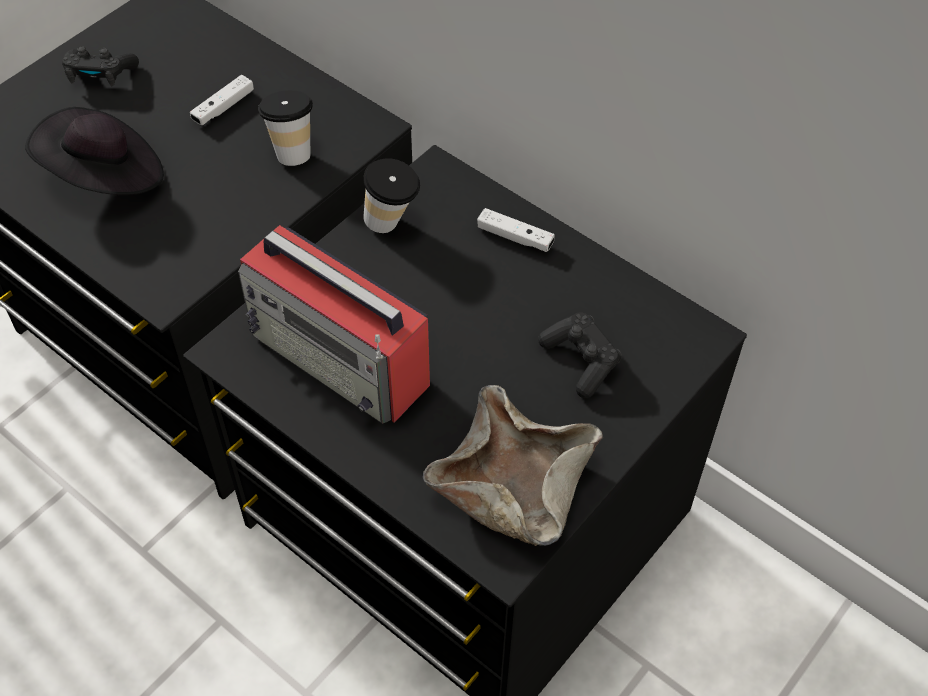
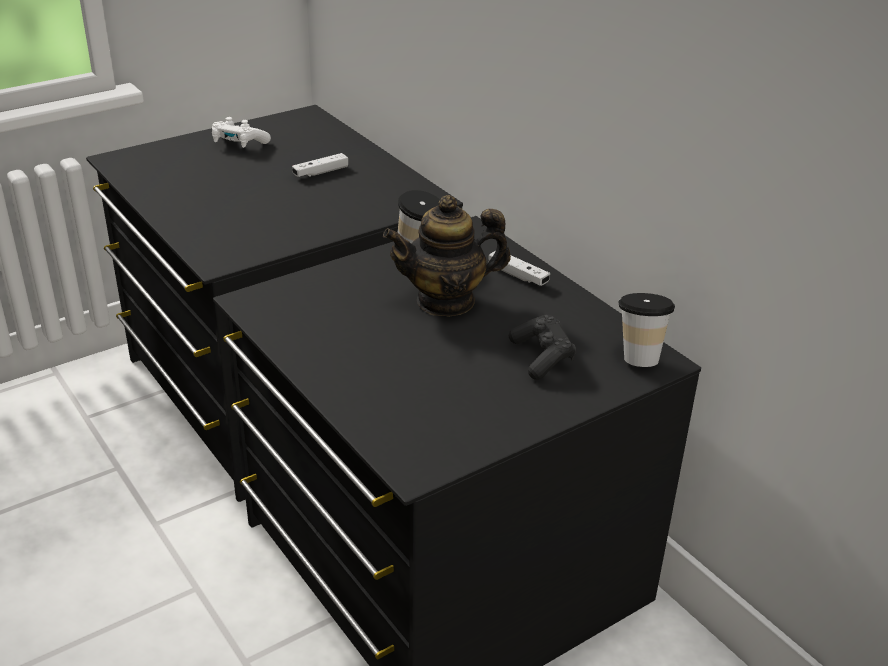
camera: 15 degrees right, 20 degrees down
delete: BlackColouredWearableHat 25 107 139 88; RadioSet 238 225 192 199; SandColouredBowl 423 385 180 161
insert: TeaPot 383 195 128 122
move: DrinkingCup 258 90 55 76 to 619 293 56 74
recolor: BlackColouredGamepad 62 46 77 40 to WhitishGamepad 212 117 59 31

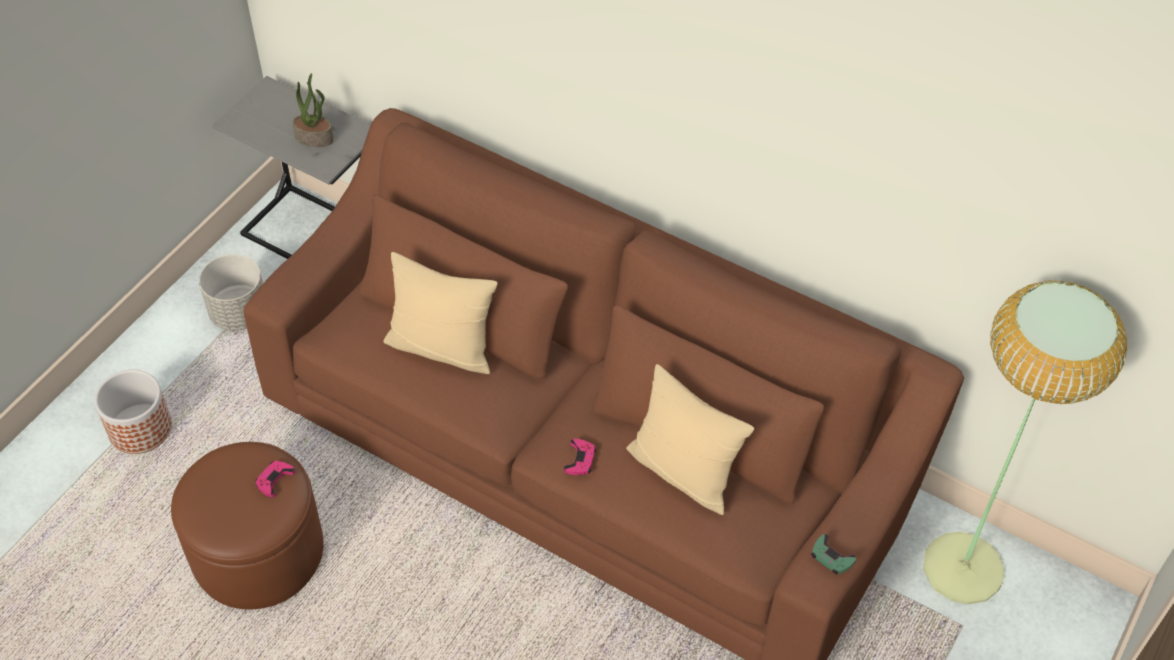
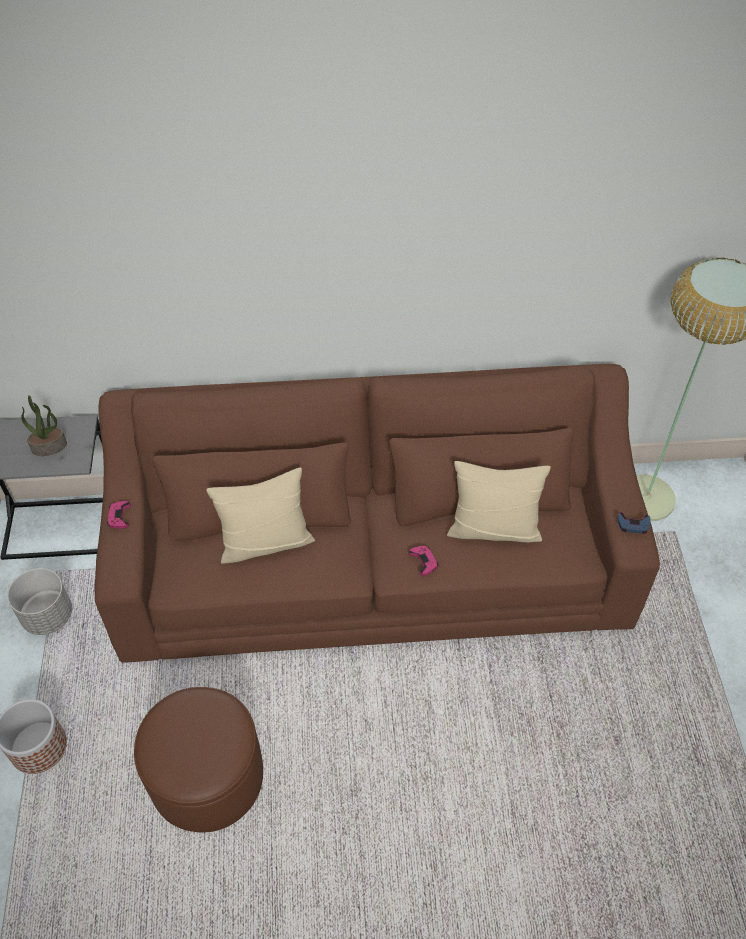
camera: 35 degrees left, 0 degrees up
move: PinkColouredGamepad 255 461 40 37 to 107 501 24 28
recolor: GreenColouredGamepad 811 534 45 40 to BlueGamepad 618 512 33 22

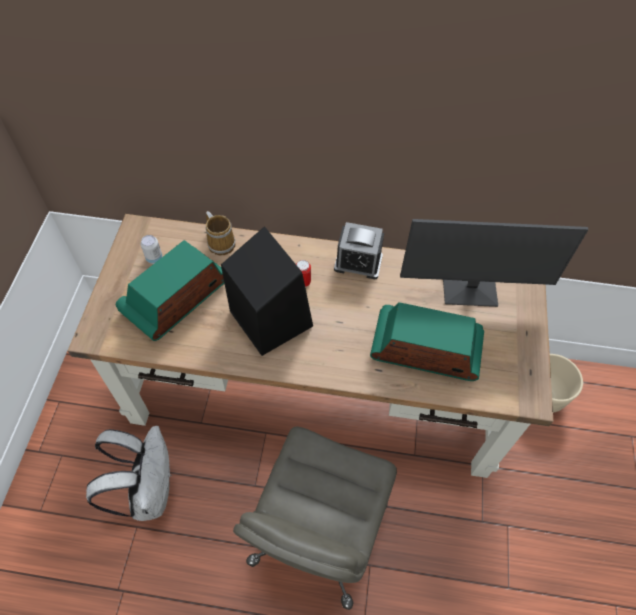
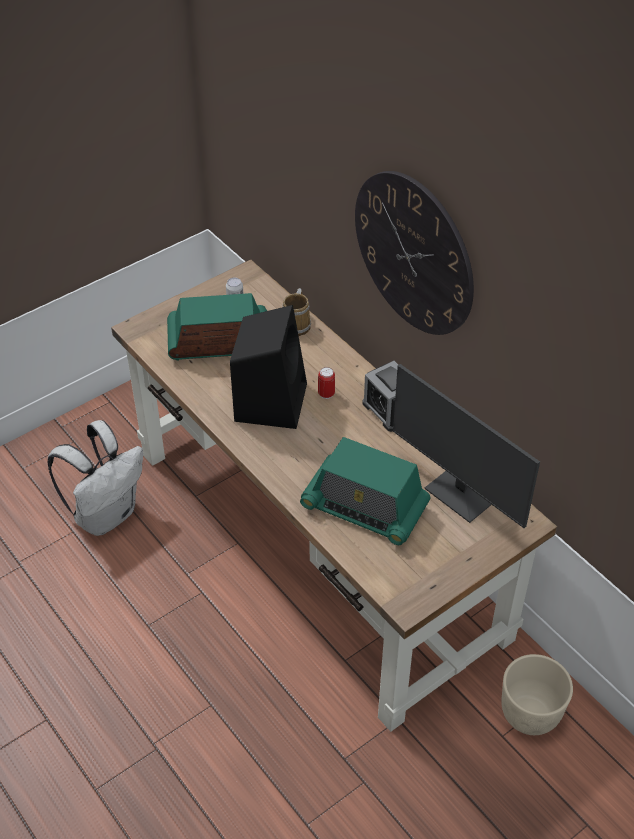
camera: 45 degrees right, 10 degrees down
delete: GreyDeskChair 233 426 164 184
insert: WallClock 355 171 119 164
rotate: RadioSet 370 302 114 79 = 300 437 130 108 150 degrees clockwise

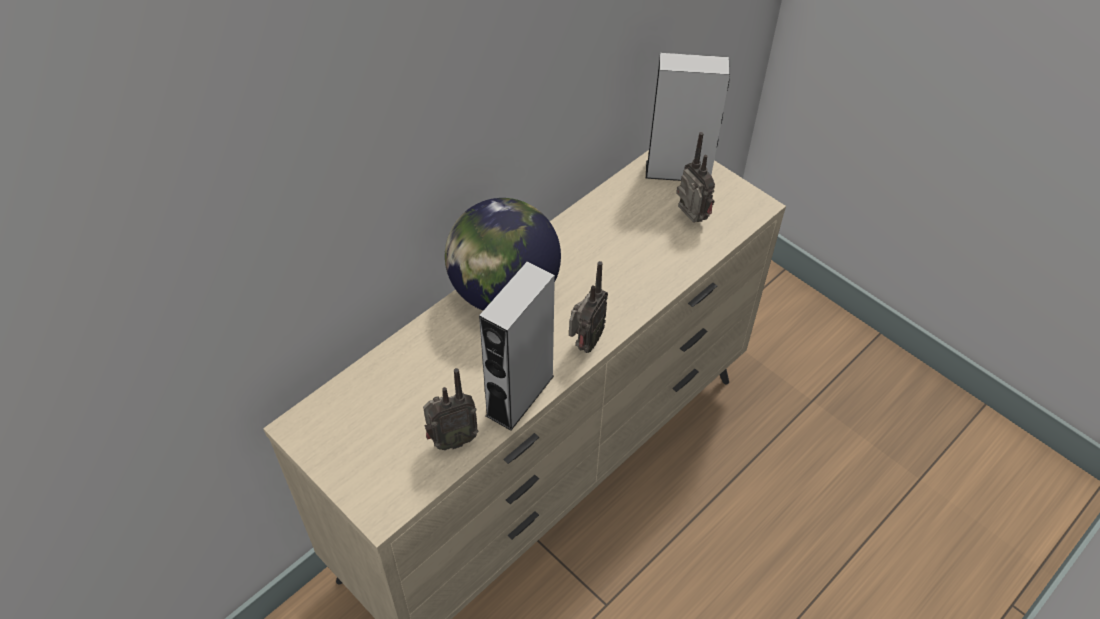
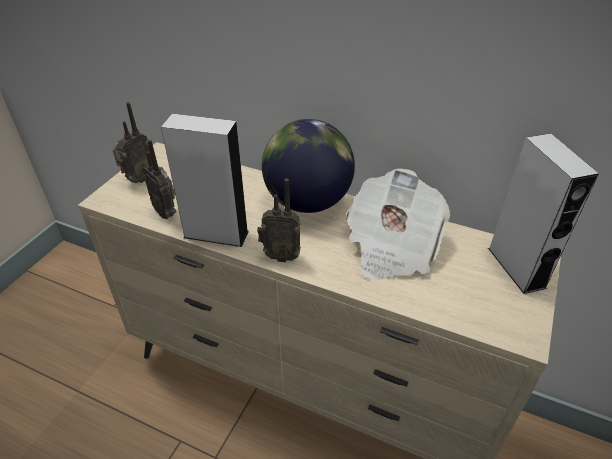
camera: 70 degrees right, 10 degrees down
insert: Newspaper 346 168 104 112
move: RadioSet 676 132 39 91 to 113 102 37 81

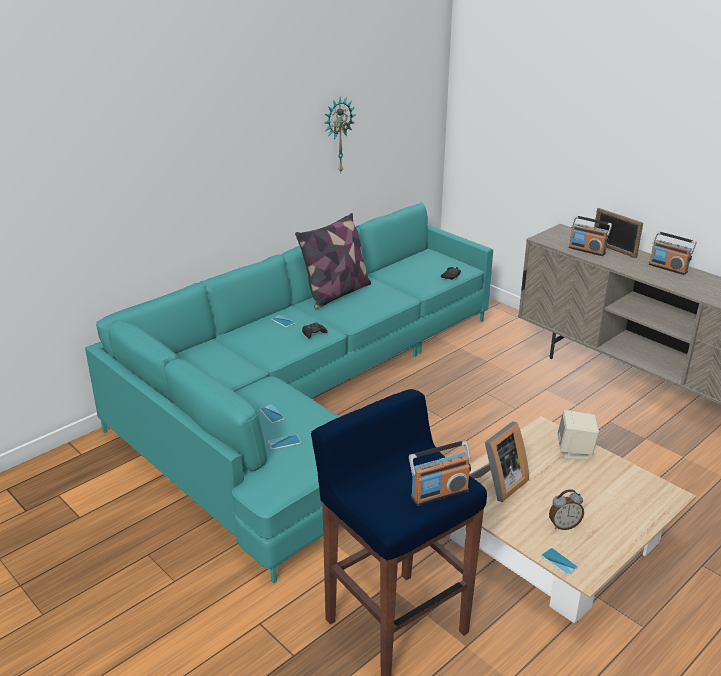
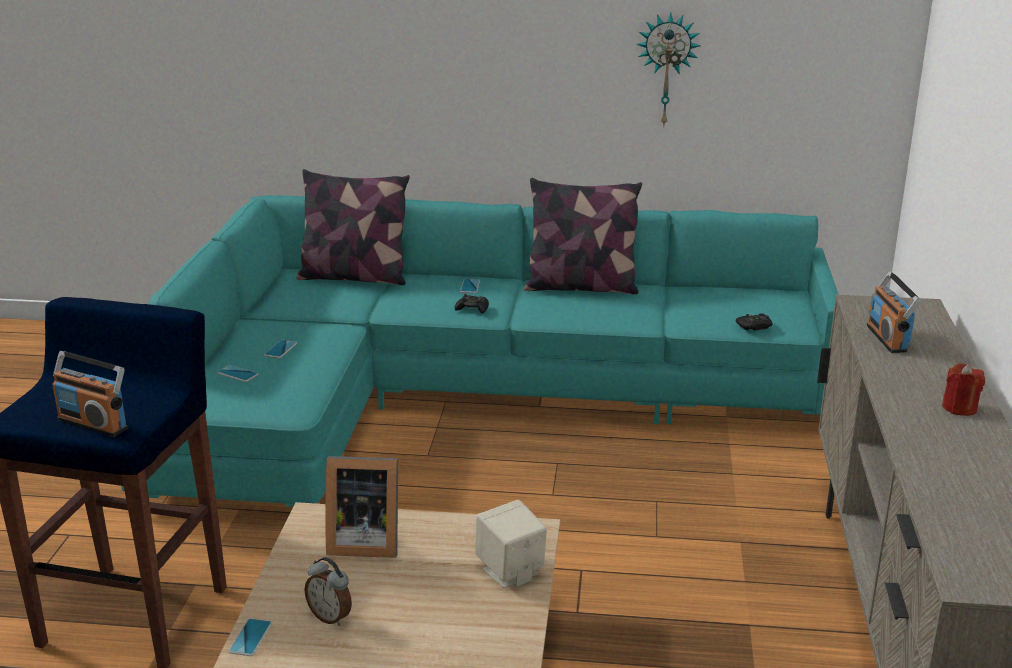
camera: 50 degrees right, 5 degrees down
delete: StandingFrame 594 208 49 50
insert: Cushion 296 169 114 116
replace: RadioSet 649 231 48 44 to RedCandle 942 363 43 53

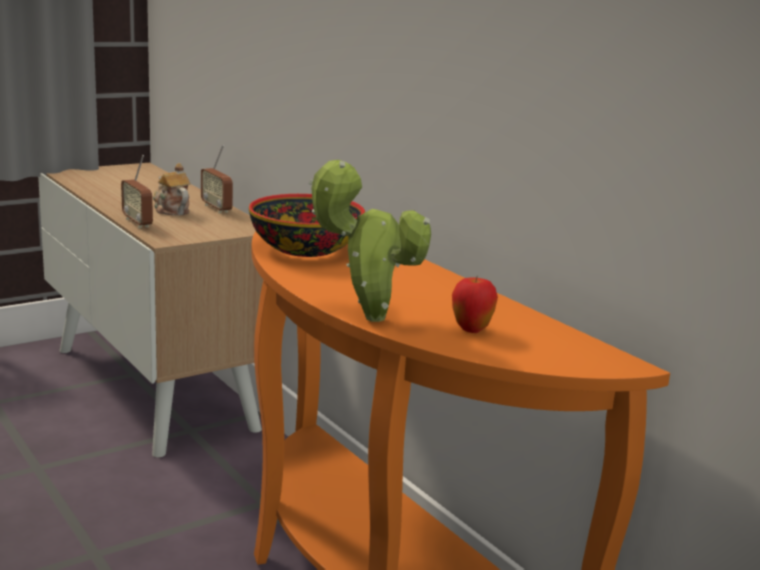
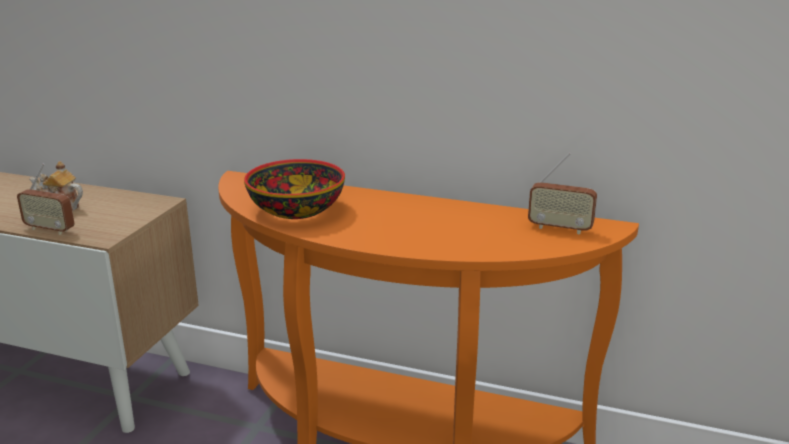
camera: 35 degrees left, 5 degrees up
delete: PlantInAPot 309 160 122 162; Apple 452 276 46 57
move: RadioSet 201 145 32 69 to 528 153 69 81

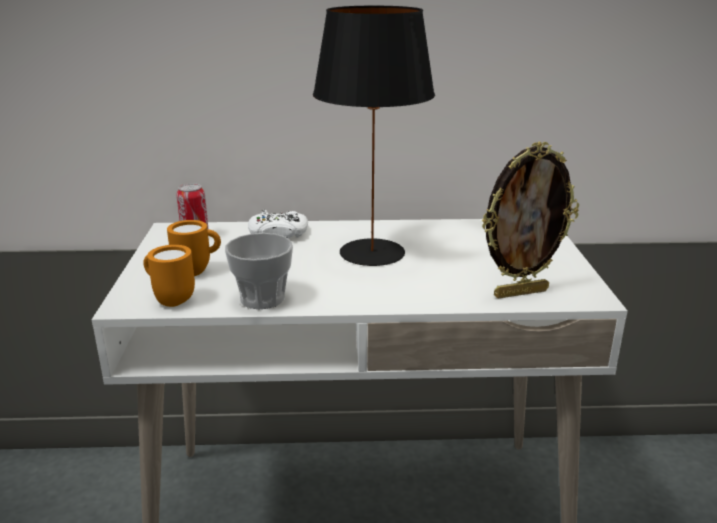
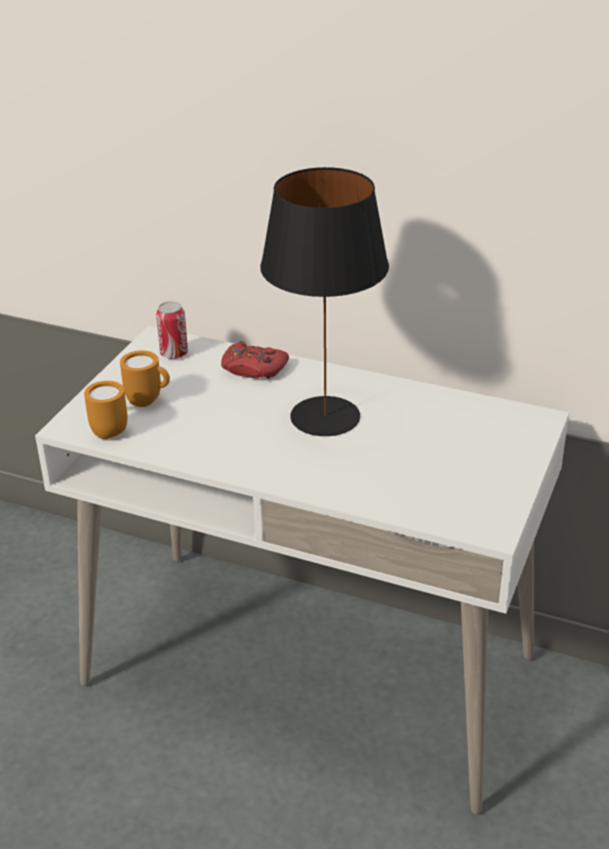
camera: 25 degrees right, 10 degrees up
delete: StandingFrame 482 141 97 158; DrinkingCup 225 233 68 76
recolor: WhitishGamepad 248 210 60 28 to RedGamepad 221 341 68 38

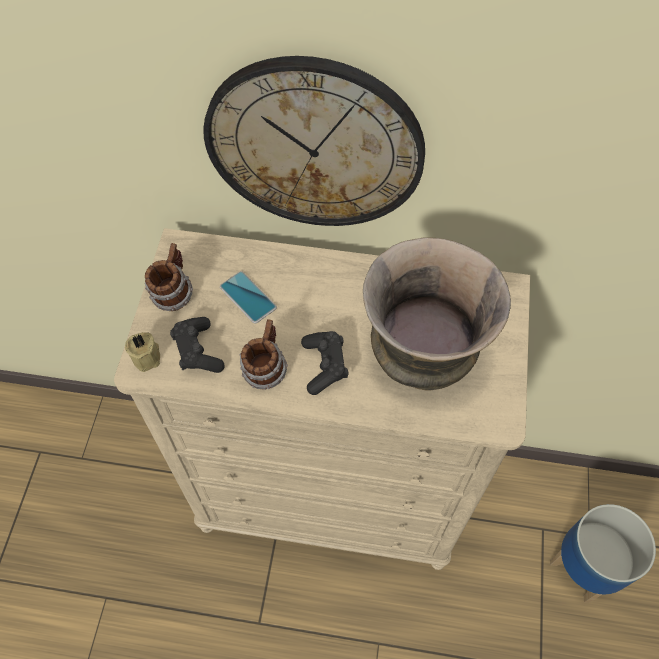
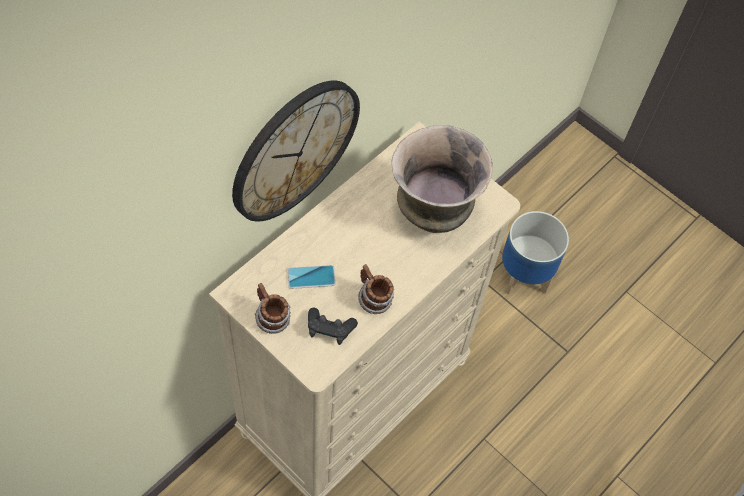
camera: 60 degrees left, 0 degrees up
delete: BlackColouredGamepad 301 331 47 64; SandColouredCandle 125 332 35 40

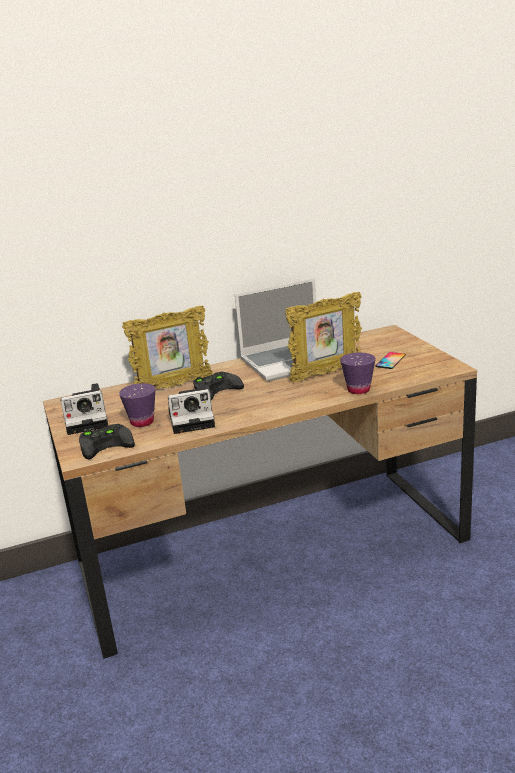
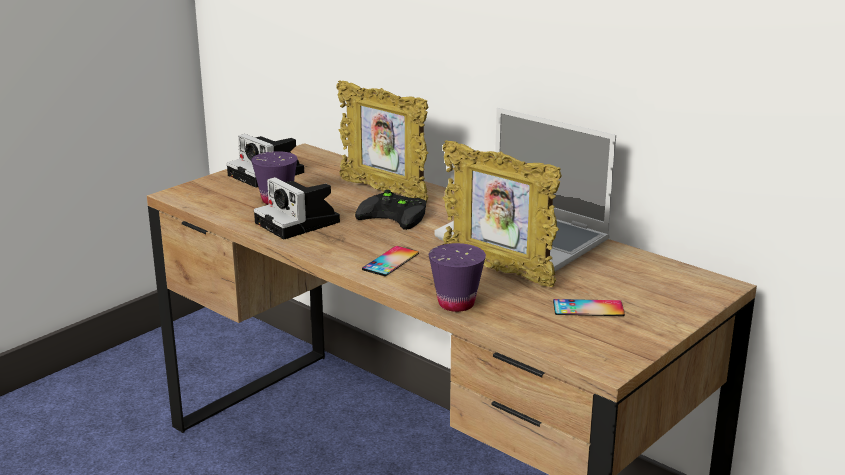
camera: 60 degrees right, 0 degrees up
delete: BlackColouredGamepad 79 424 56 35
insert: Handset 362 246 57 30

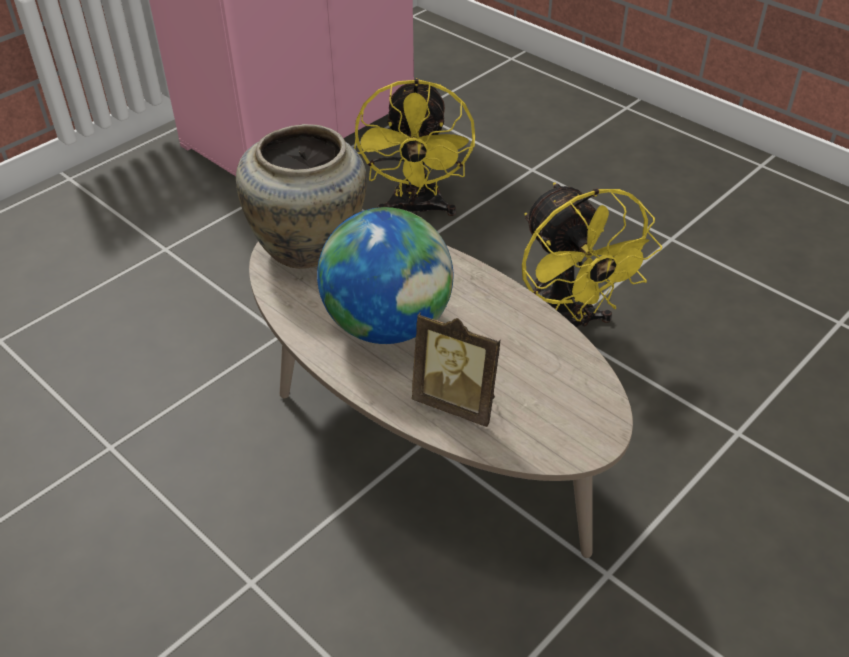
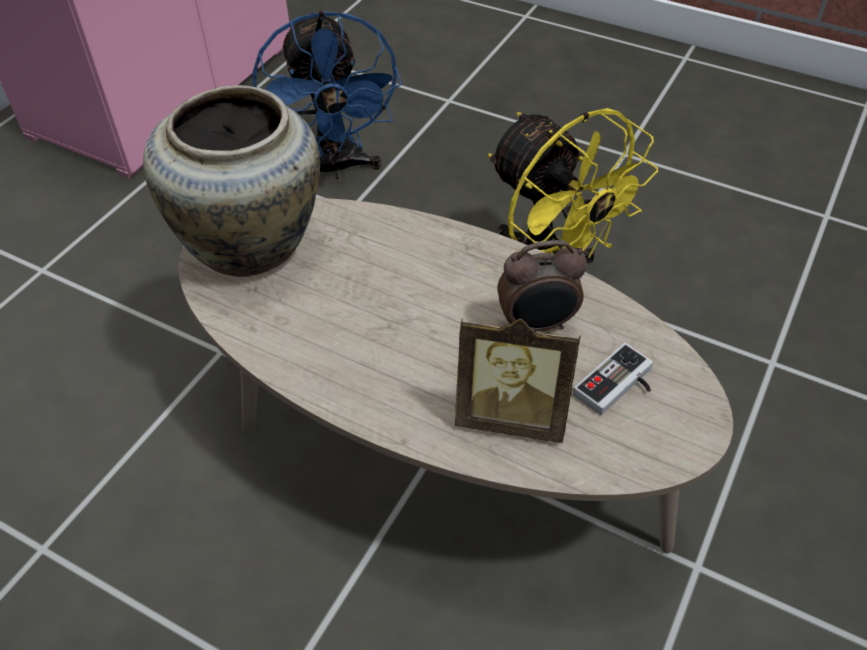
camera: 15 degrees left, 5 degrees up
delete: DeskGlobe 317 207 136 137
insert: AlarmClock 497 240 90 92; Gamepad 573 343 80 72
recolor: YellowishFan 354 78 121 138 to BlueFan 252 10 150 169

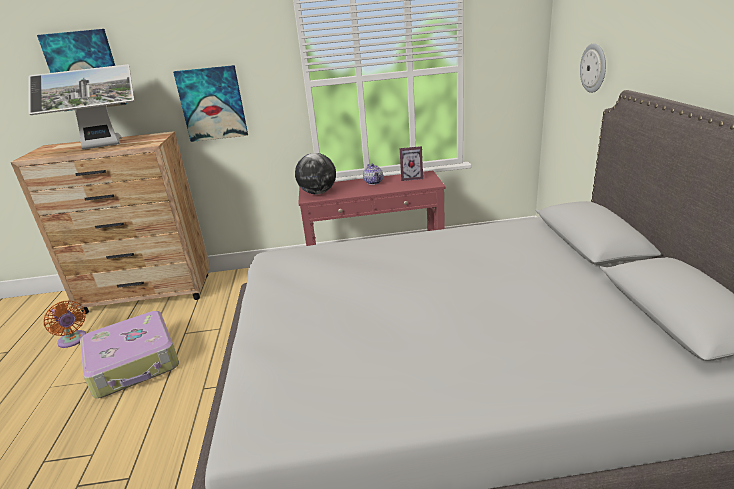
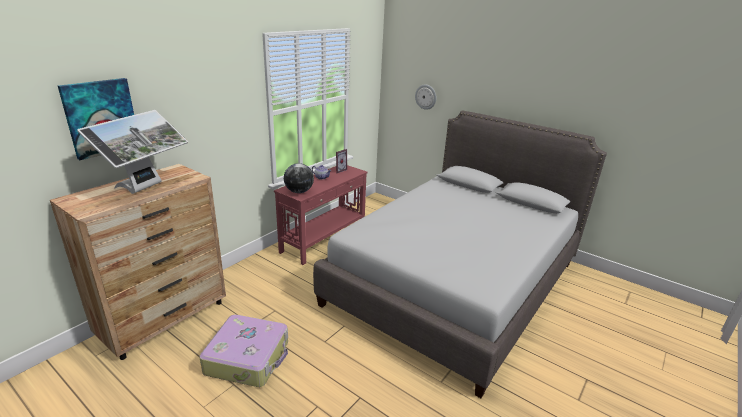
camera: 50 degrees left, 0 degrees up
delete: WallPicture 173 65 75 77; OrangeColouredFan 44 301 42 47

